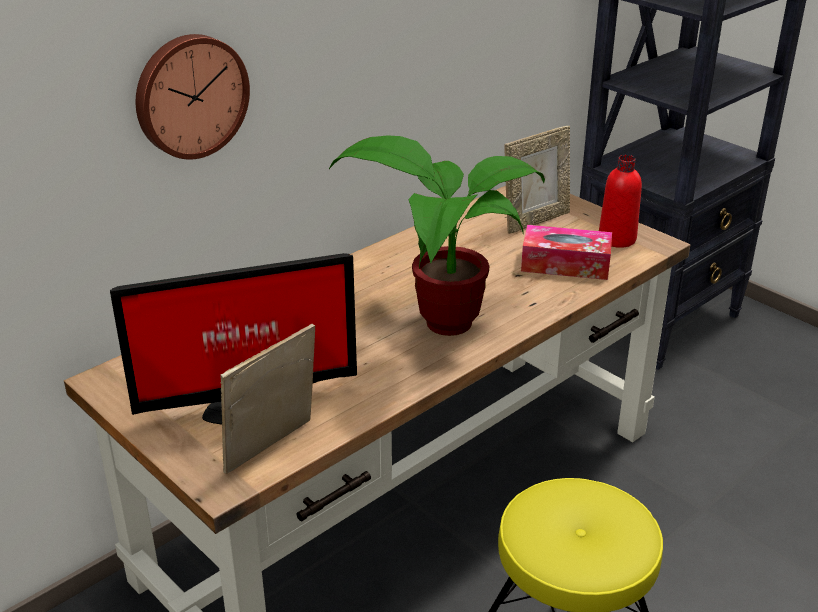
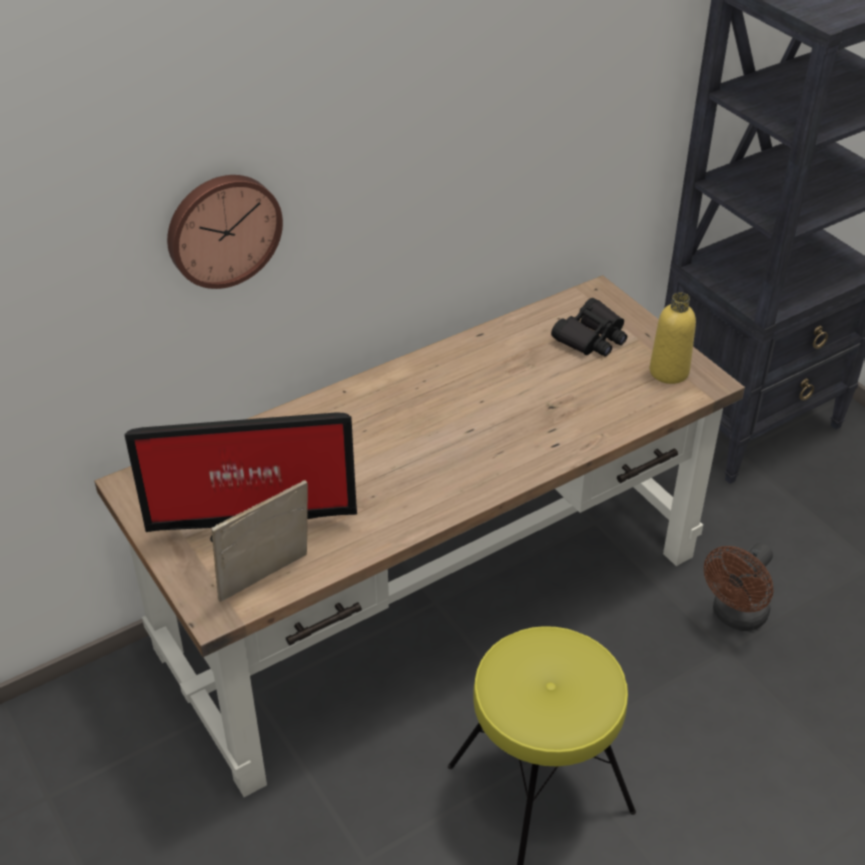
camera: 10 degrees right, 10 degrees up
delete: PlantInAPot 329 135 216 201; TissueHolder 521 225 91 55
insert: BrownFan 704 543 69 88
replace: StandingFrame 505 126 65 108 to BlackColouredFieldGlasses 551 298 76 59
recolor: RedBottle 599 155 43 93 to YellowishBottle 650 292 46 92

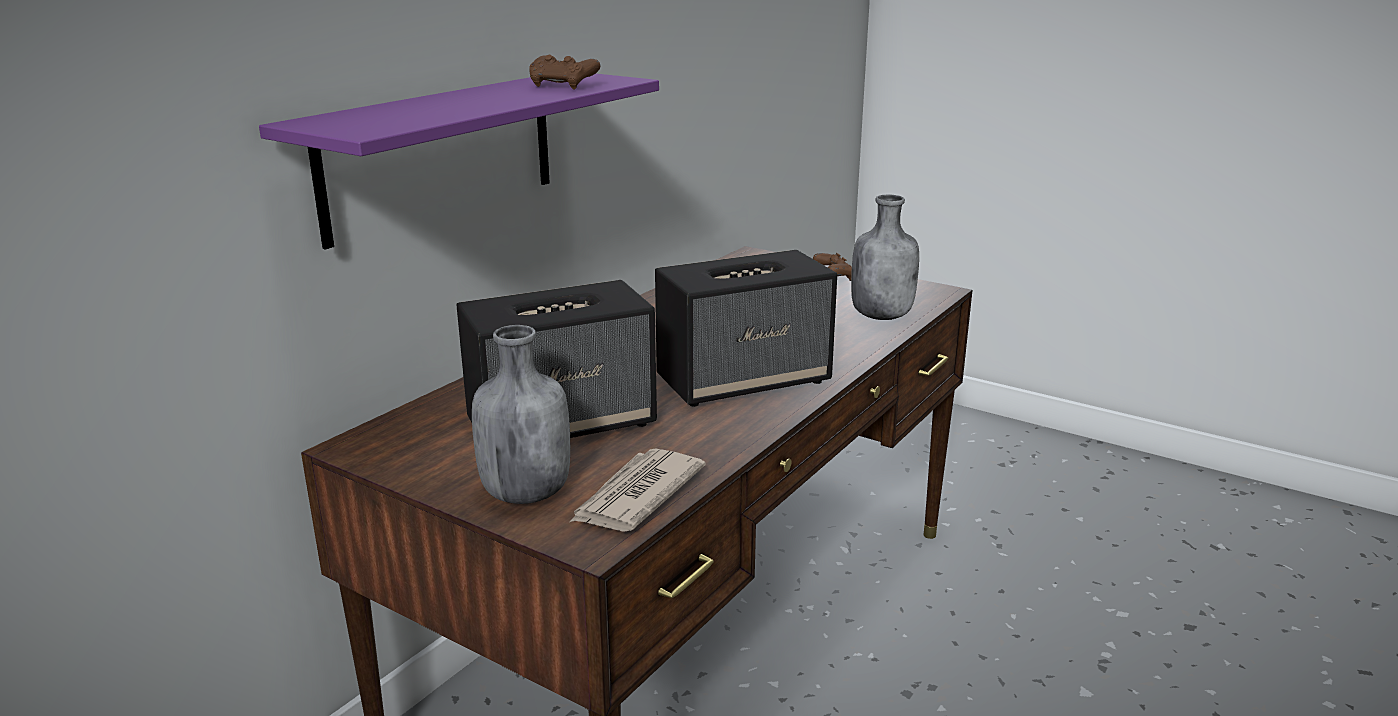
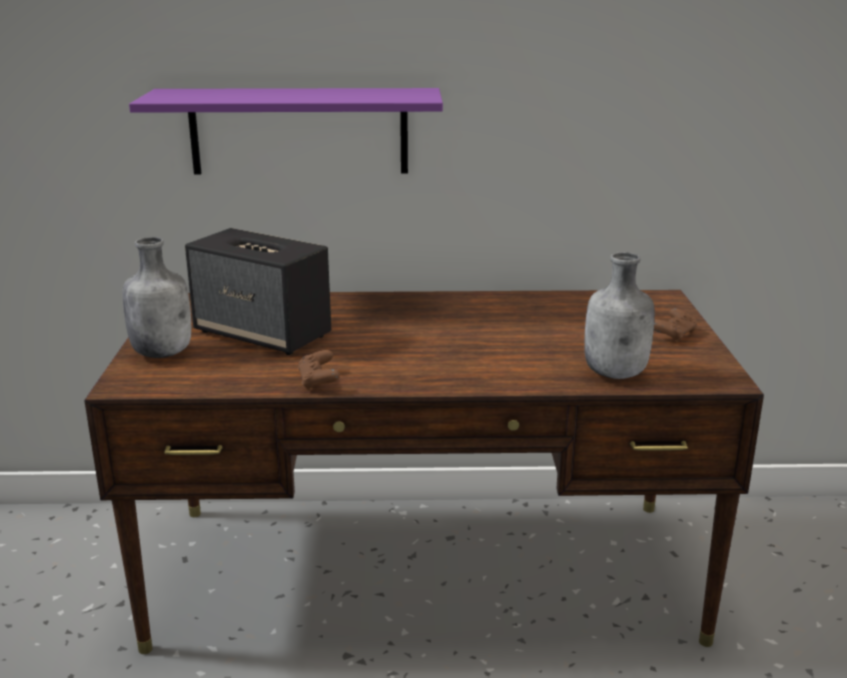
camera: 55 degrees right, 0 degrees up
delete: AudioSpeaker 655 250 182 157; Newspaper 570 448 136 84
move: BrownGamepad 529 55 71 35 to 298 350 42 41

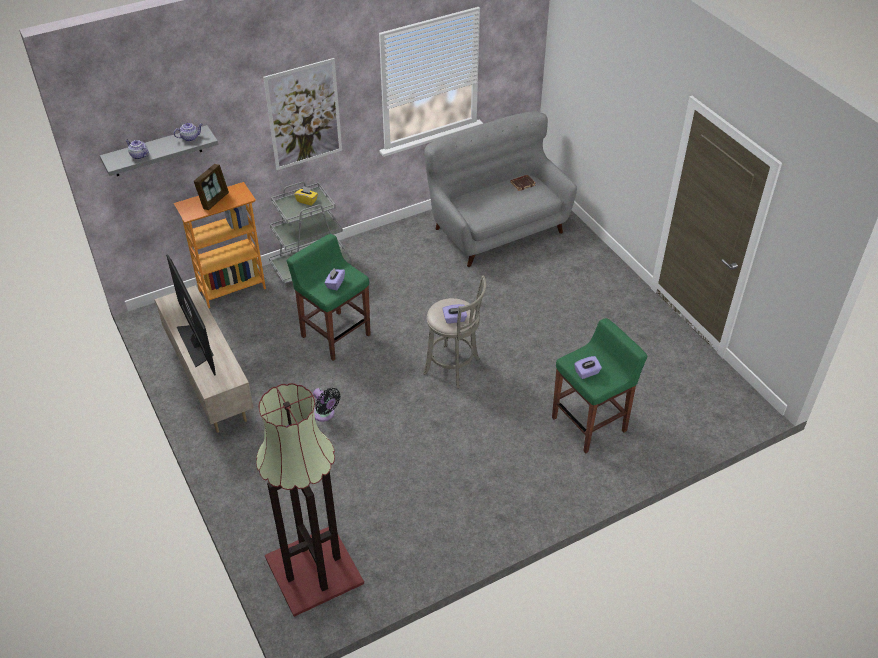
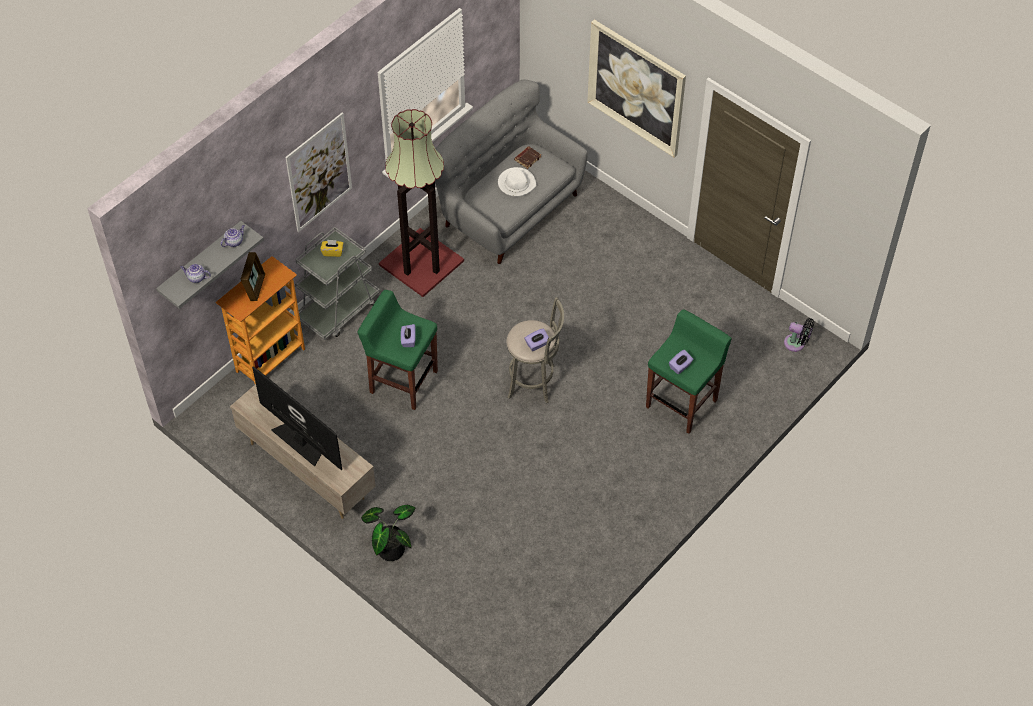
camera: 20 degrees left, 10 degrees up
insert: WallPicture 587 19 99 139; WhitishWearableHat 498 167 38 30; PlantInAPot 361 505 54 56
move: StandingLamp 256 383 108 234 to 379 109 85 188; BlackColouredFan 313 388 28 34 to 784 318 30 34

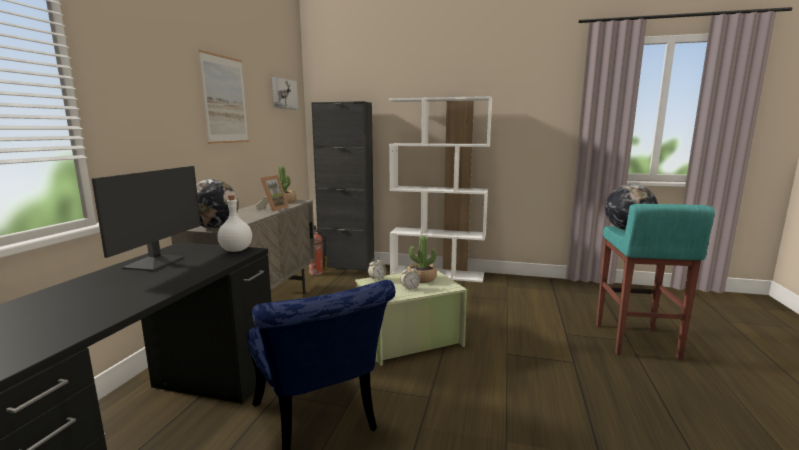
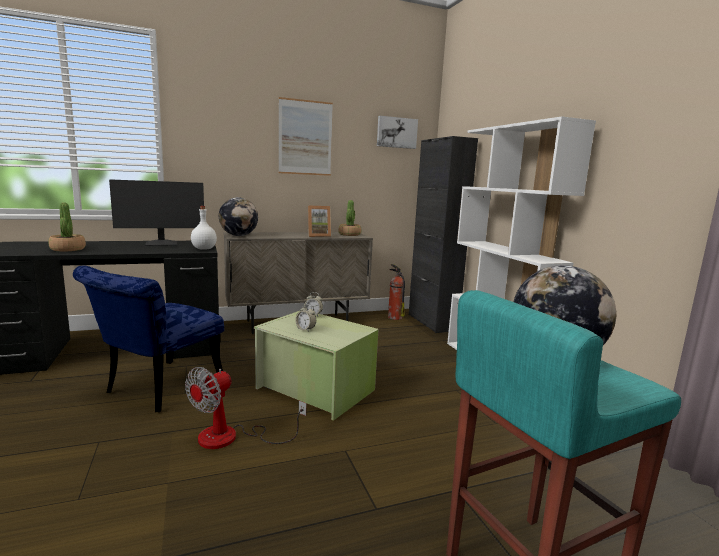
camera: 55 degrees right, 0 degrees up
insert: Fan 185 367 122 82
move: PlantInAPot 408 235 29 48 to 48 203 38 49

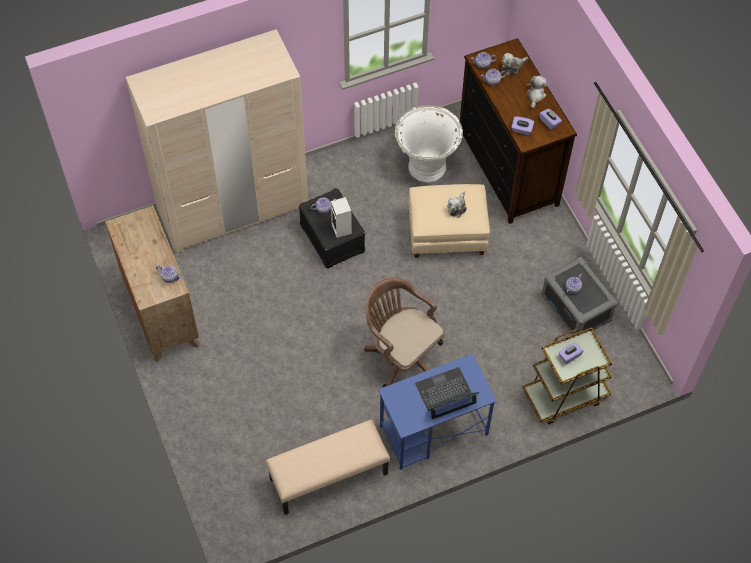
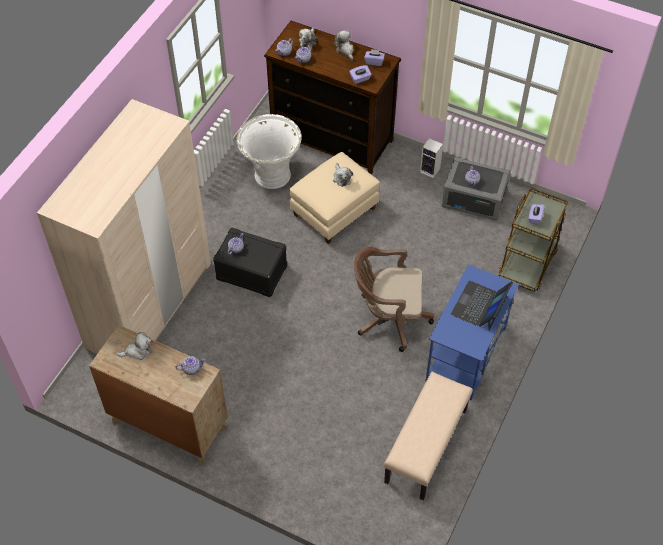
camera: 40 degrees left, 5 degrees down
insert: SoftToy 116 332 35 28
move: AudioSpeaker 331 197 21 41 to 420 138 23 40

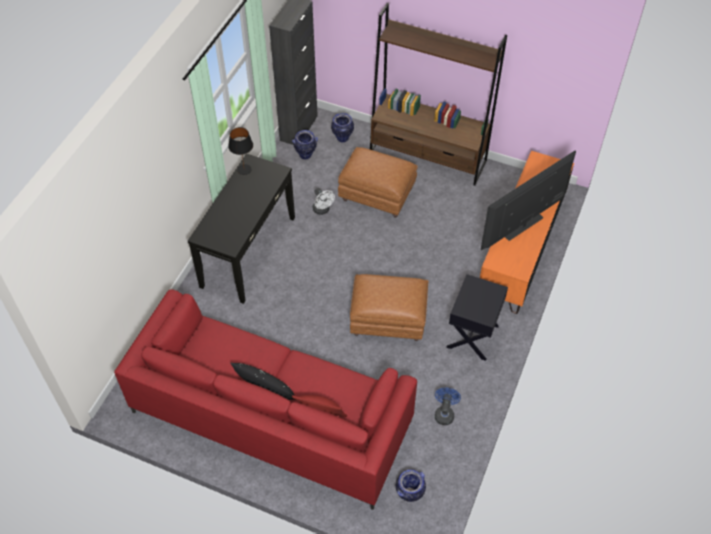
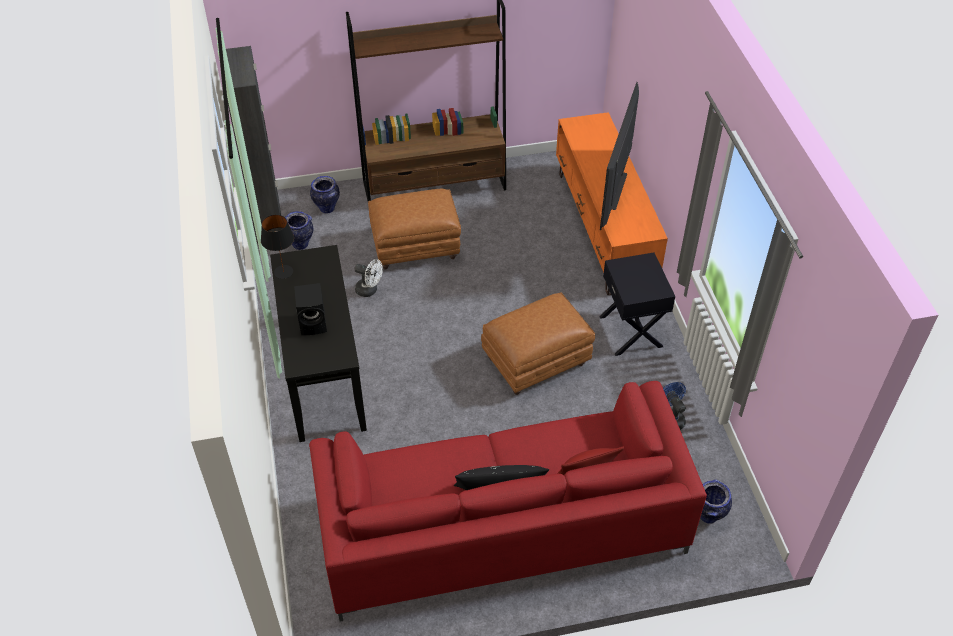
camera: 35 degrees left, 5 degrees down
insert: BlackColouredAudioSpeaker 294 283 33 52

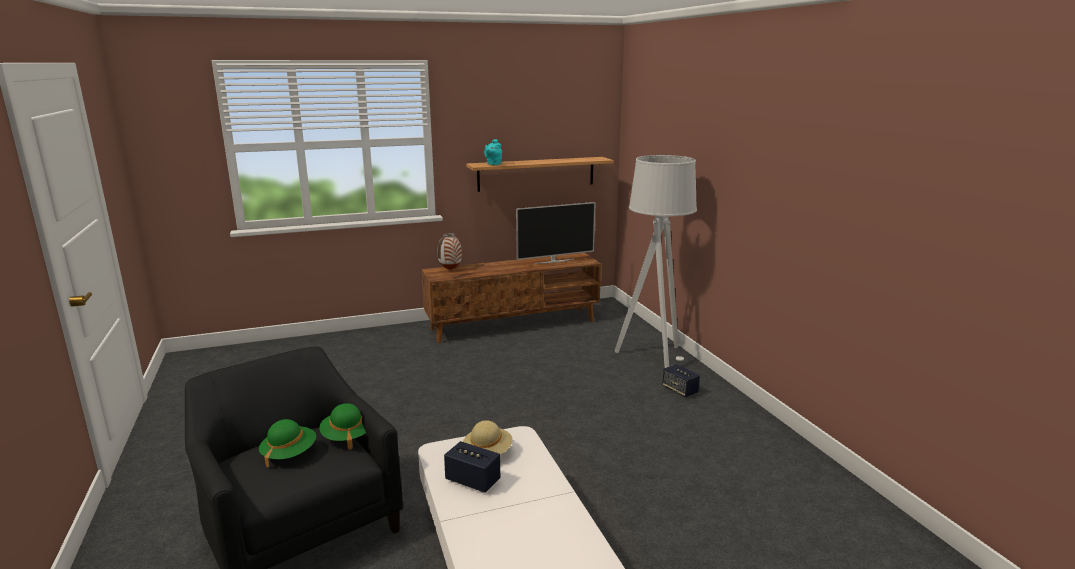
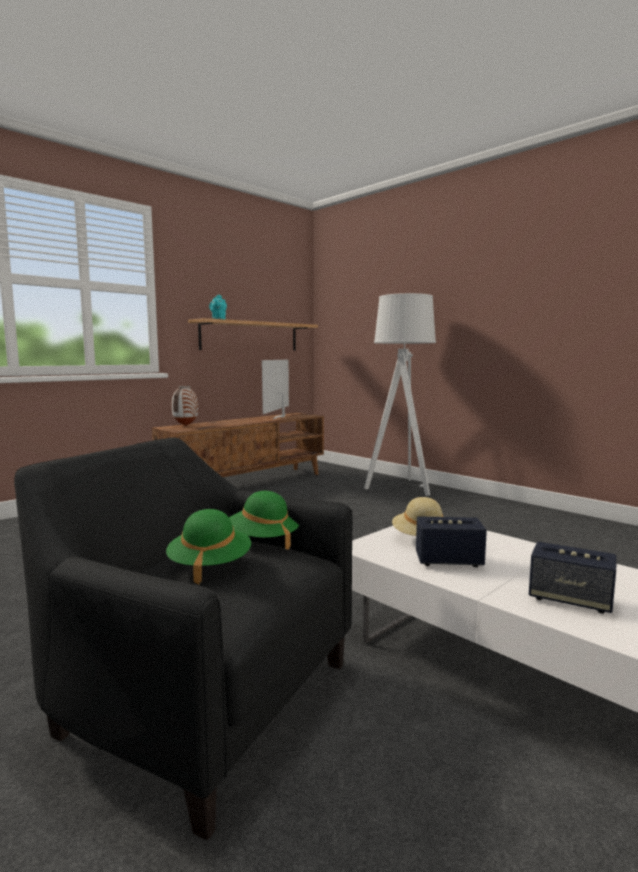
camera: 25 degrees left, 10 degrees down
move: AudioSpeaker 662 364 38 33 to 529 542 87 71
rotate: Television 516 202 79 62 = 262 360 27 59 150 degrees clockwise

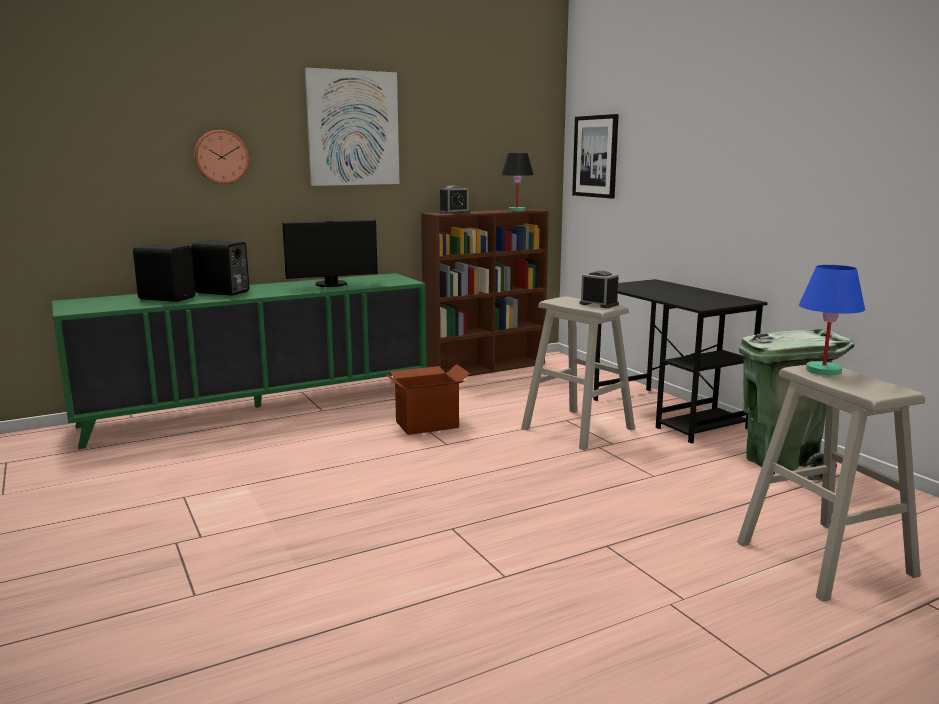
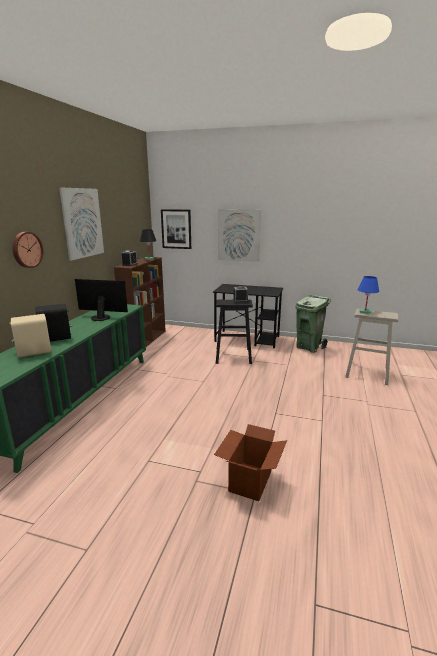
camera: 45 degrees left, 5 degrees up
insert: WallPicture 218 209 43 53
move: PackingBox 384 364 86 71 to 214 424 73 77
recolor: BlackColouredAudioSpeaker 133 244 63 58 to SandColouredAudioSpeaker 10 314 41 44; SandColouredStoolSeat 521 296 114 154 to BlackColouredStoolSeat 216 299 37 65
rotate: ComputerScreen 282 220 96 67 = 75 279 53 42 105 degrees counterclockwise

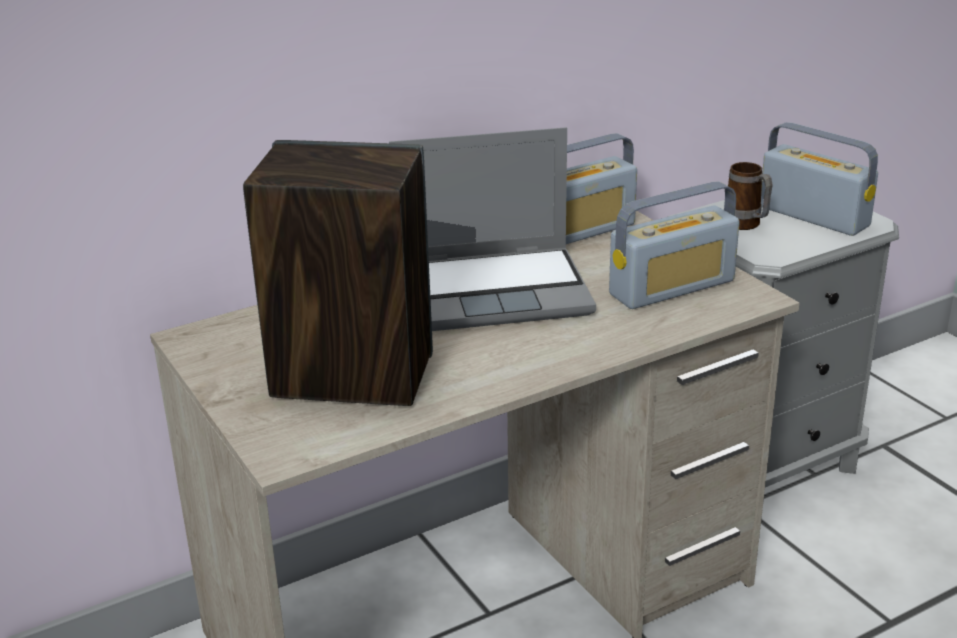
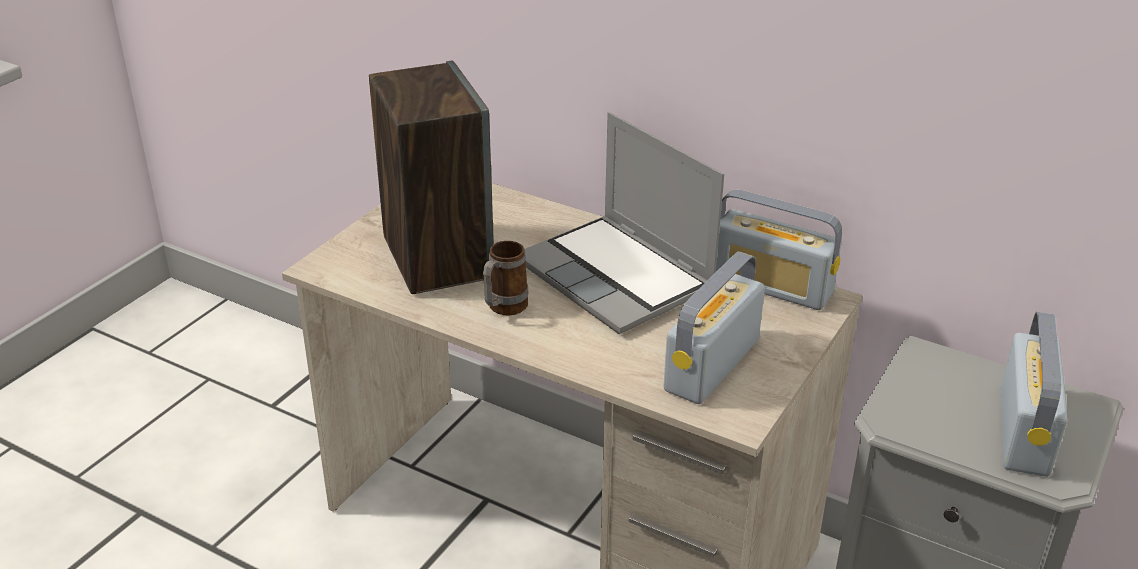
camera: 60 degrees right, 5 degrees up
move: TeaMug 728 162 45 68 to 483 241 46 74
rotate: RadioSet 609 181 130 128 = 664 251 101 153 90 degrees clockwise

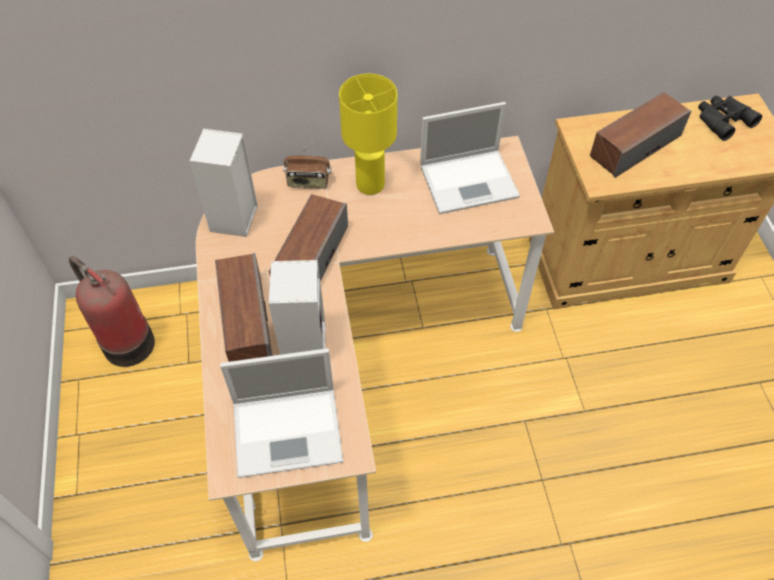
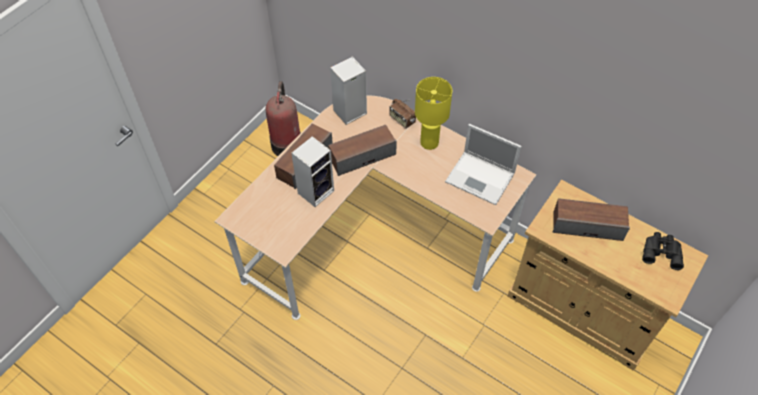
camera: 45 degrees right, 0 degrees up
delete: NotebookComputer 220 348 123 130

